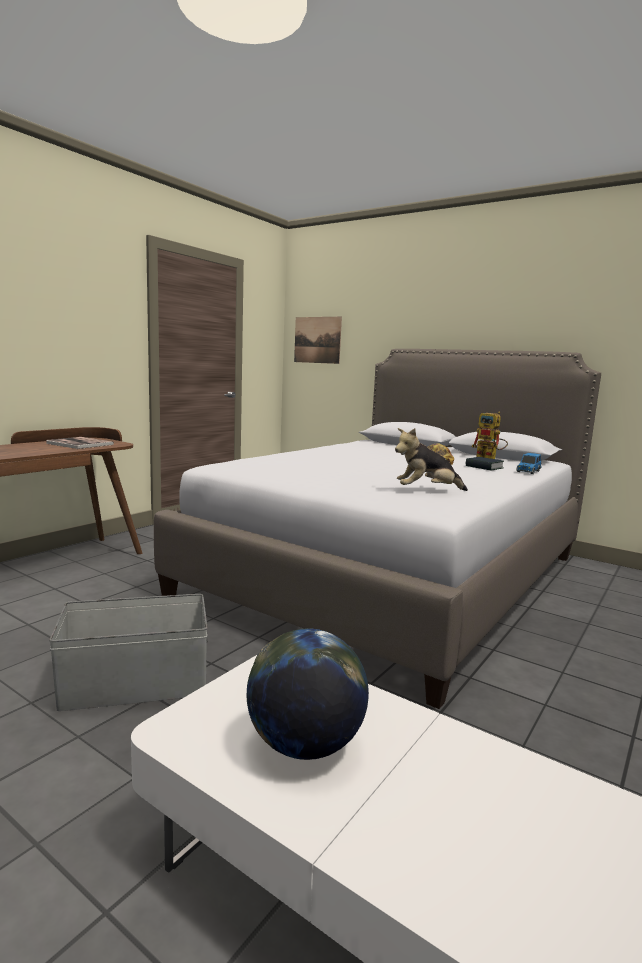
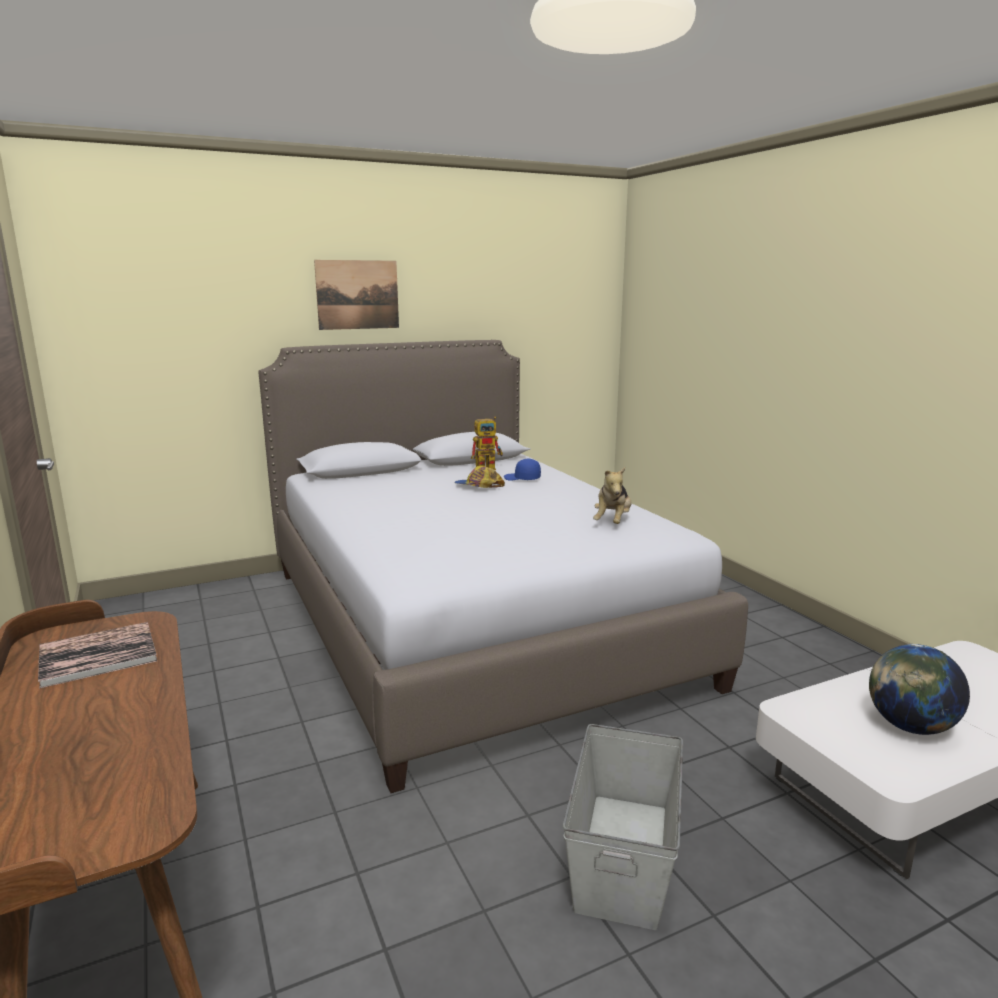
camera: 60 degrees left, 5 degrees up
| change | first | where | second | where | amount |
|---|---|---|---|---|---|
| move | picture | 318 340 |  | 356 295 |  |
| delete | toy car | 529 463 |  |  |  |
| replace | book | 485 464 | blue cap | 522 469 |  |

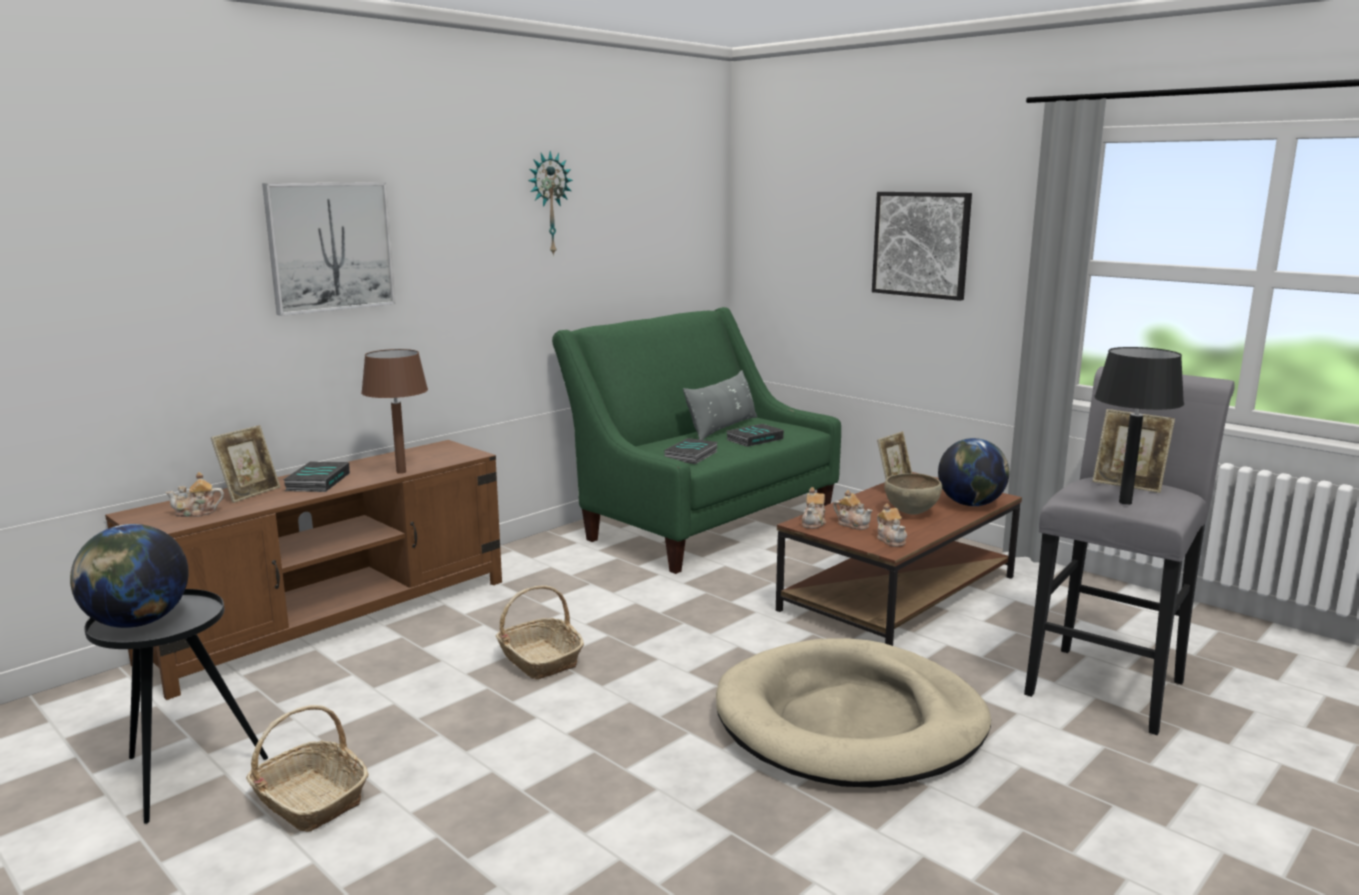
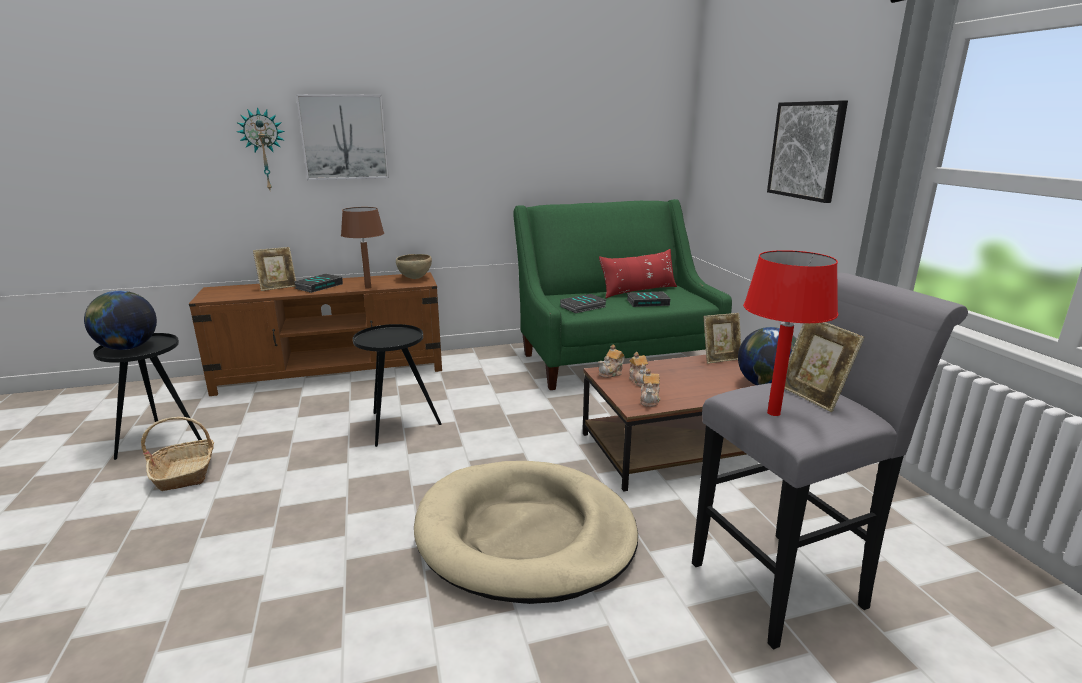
camera: 30 degrees right, 5 degrees up
| change | first | where | second | where | amount |
|---|---|---|---|---|---|
| move | wall clock | 550 203 |  | 260 148 |  |
| recolor | black table lamp | 1139 426 | red table lamp | 790 333 |  |
| recolor | grey pillow | 720 405 | red pillow | 638 273 |  |
| delete | teapot | 195 494 |  |  |  |
| move | brown bowl | 913 494 |  | 414 266 |  |
| replace | basket | 540 632 | black side table | 397 385 |  |

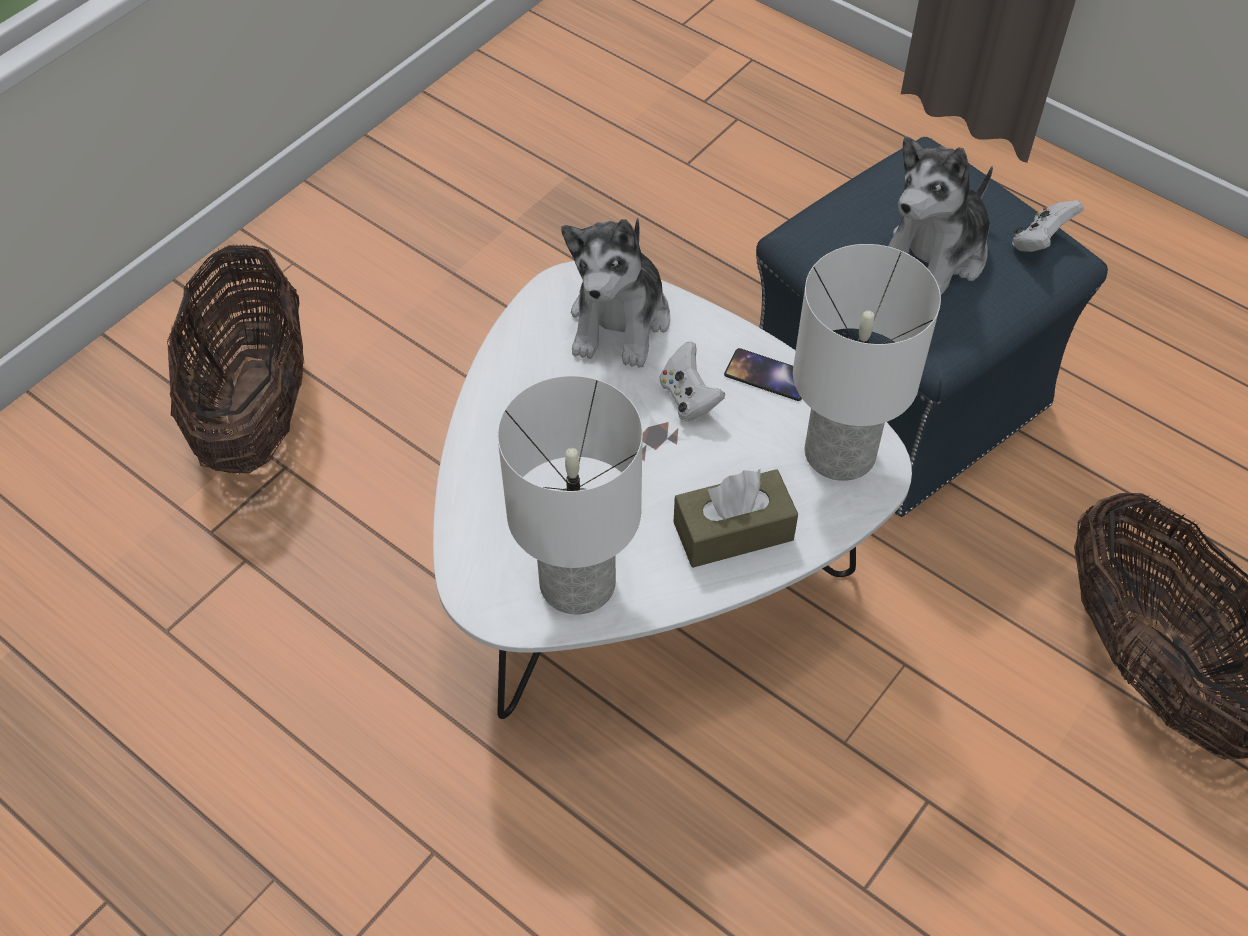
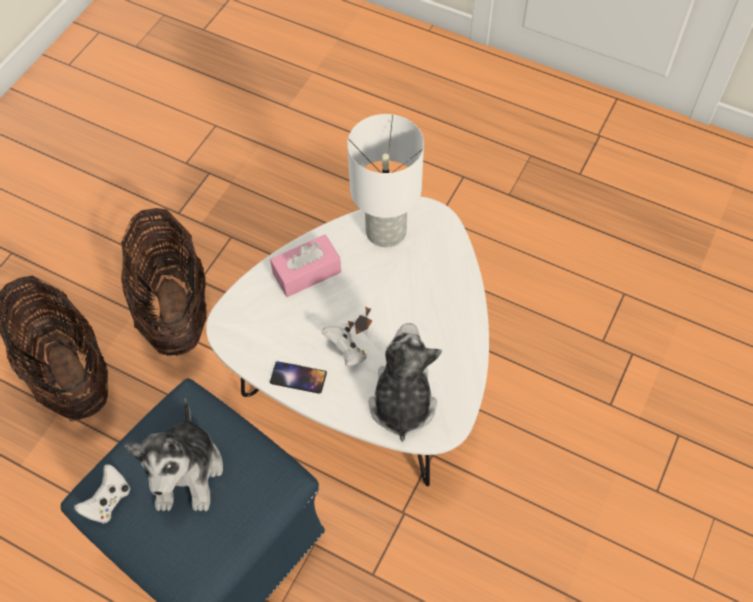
camera: 170 degrees right, 5 degrees up
| change | first | where | second | where | amount |
|---|---|---|---|---|---|
| rotate | plush toy | 940 216 |  | 173 455 | 150 degrees clockwise |
| move | basket | 236 359 |  | 164 282 |  |
| delete | white table lamp | 867 362 |  |  |  |
| recolor | brown tissue box | 736 518 | pink tissue box | 305 266 |  |

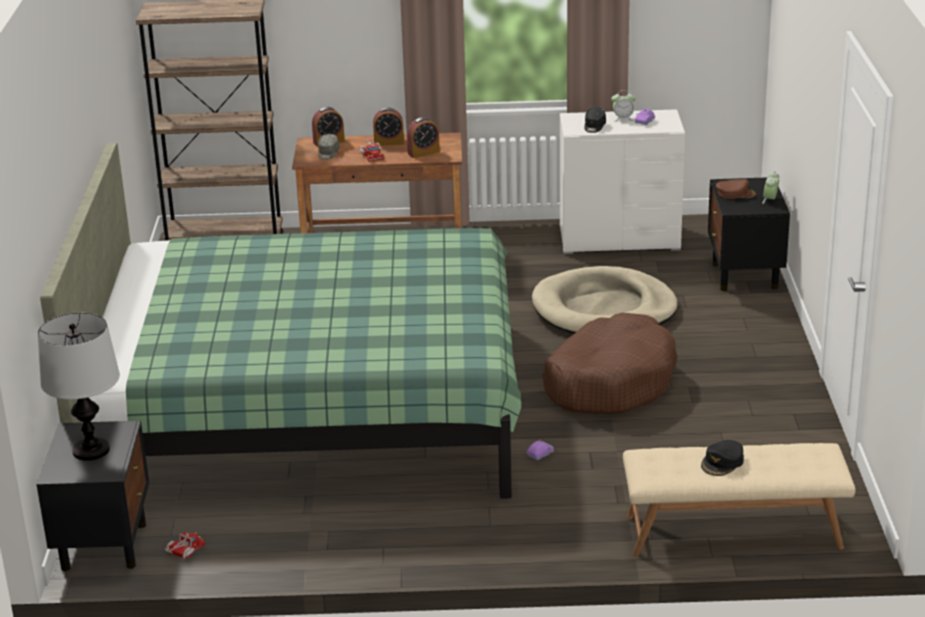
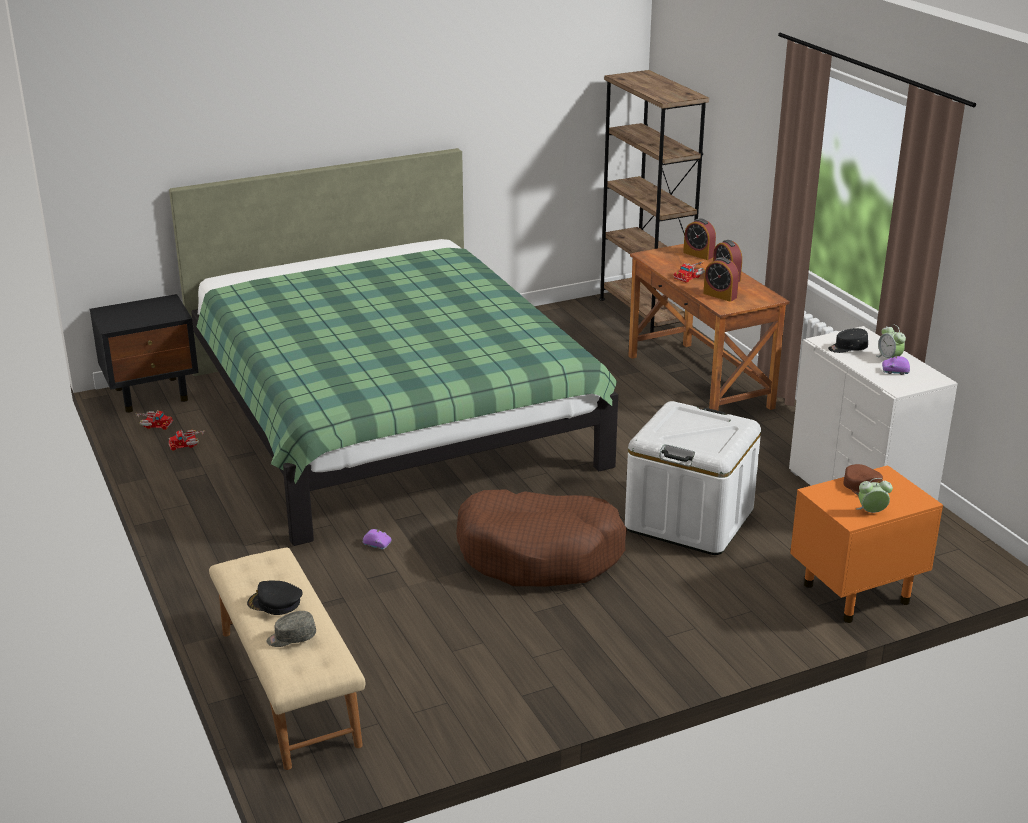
camera: 65 degrees right, 0 degrees up
| change | first | where | second | where | amount |
|---|---|---|---|---|---|
| move | grey cap | 328 147 |  | 291 629 |  |
| recolor | black nightstand | 749 234 | orange nightstand | 866 544 |  |
| replace | beige dog bed | 605 300 | white storage box | 693 478 |  |
| delete | table lamp | 79 387 |  |  |  |
| insert |  |  | toy truck | 187 440 |  |

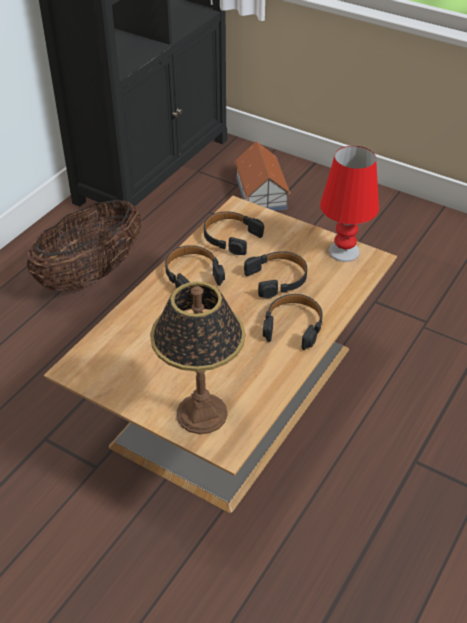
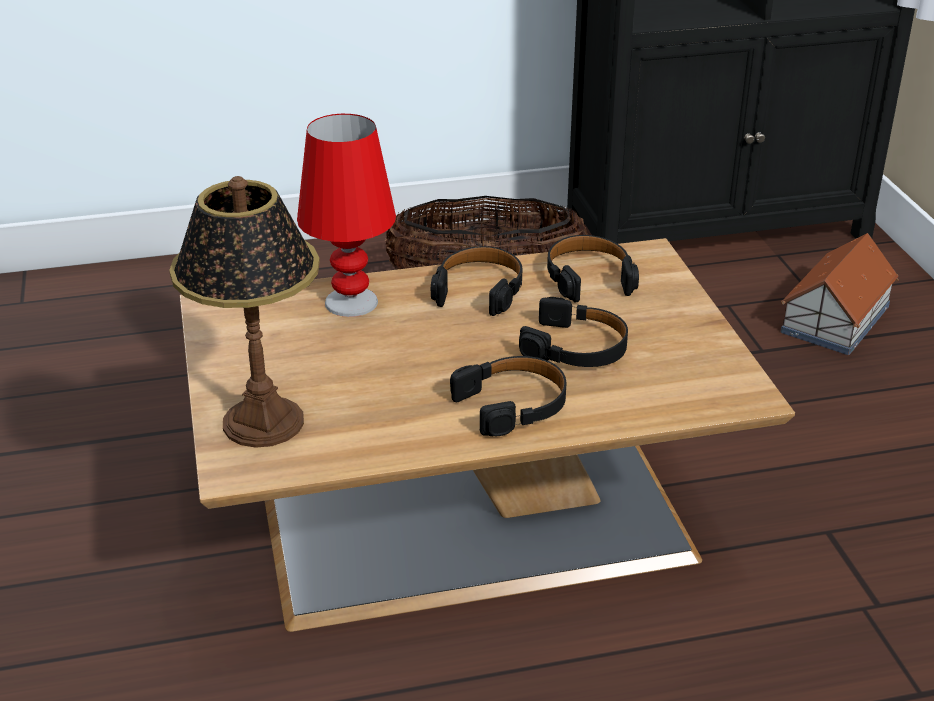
camera: 45 degrees right, 10 degrees down
| change | first | where | second | where | amount |
|---|---|---|---|---|---|
| move | red table lamp | 349 204 |  | 346 215 |  |

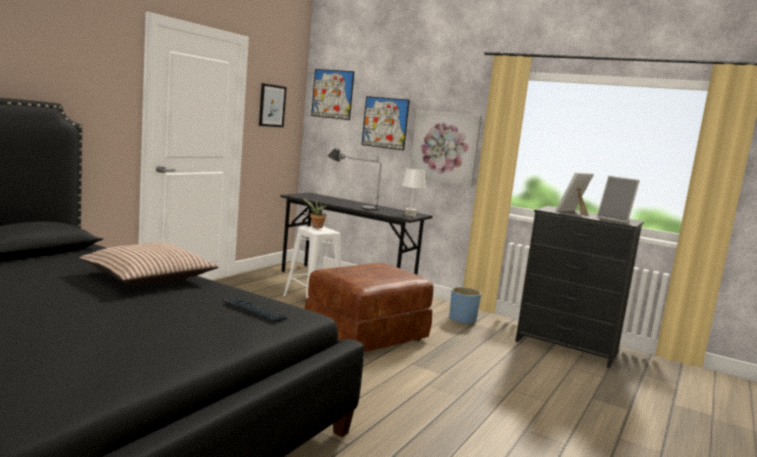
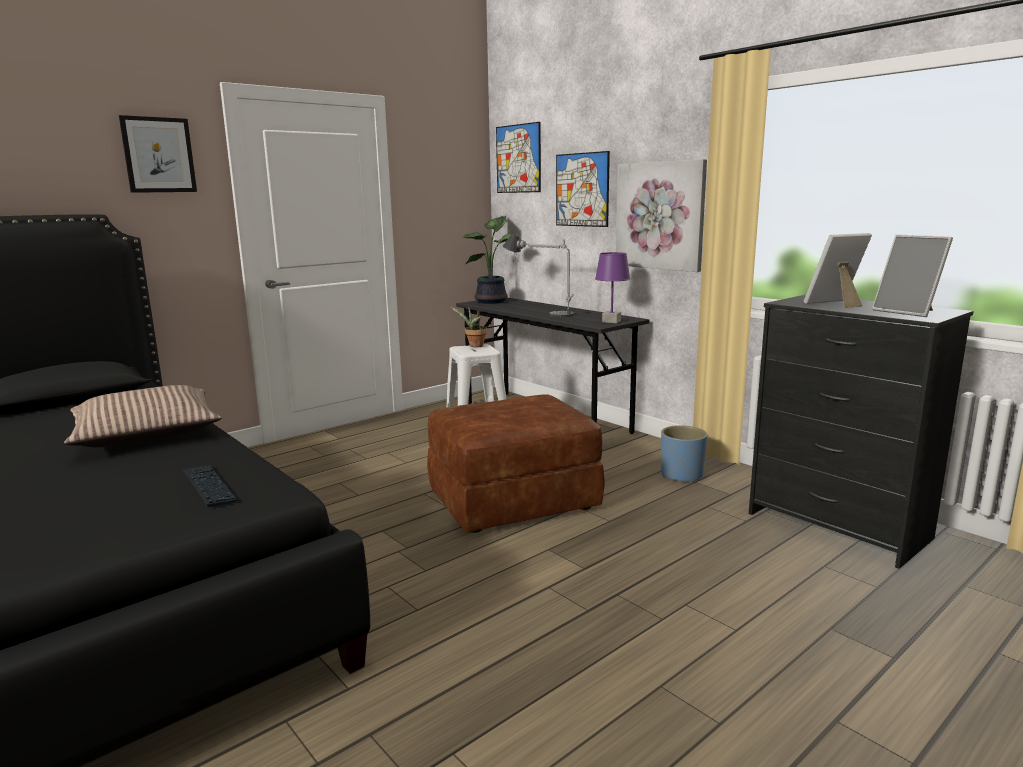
camera: 20 degrees right, 5 degrees up
| change | first | where | second | where | amount |
|---|---|---|---|---|---|
| move | picture | 273 105 |  | 158 154 |  |
| recolor | white table lamp | 414 192 | purple table lamp | 612 287 |  |
| insert |  |  | potted plant | 491 260 |  |

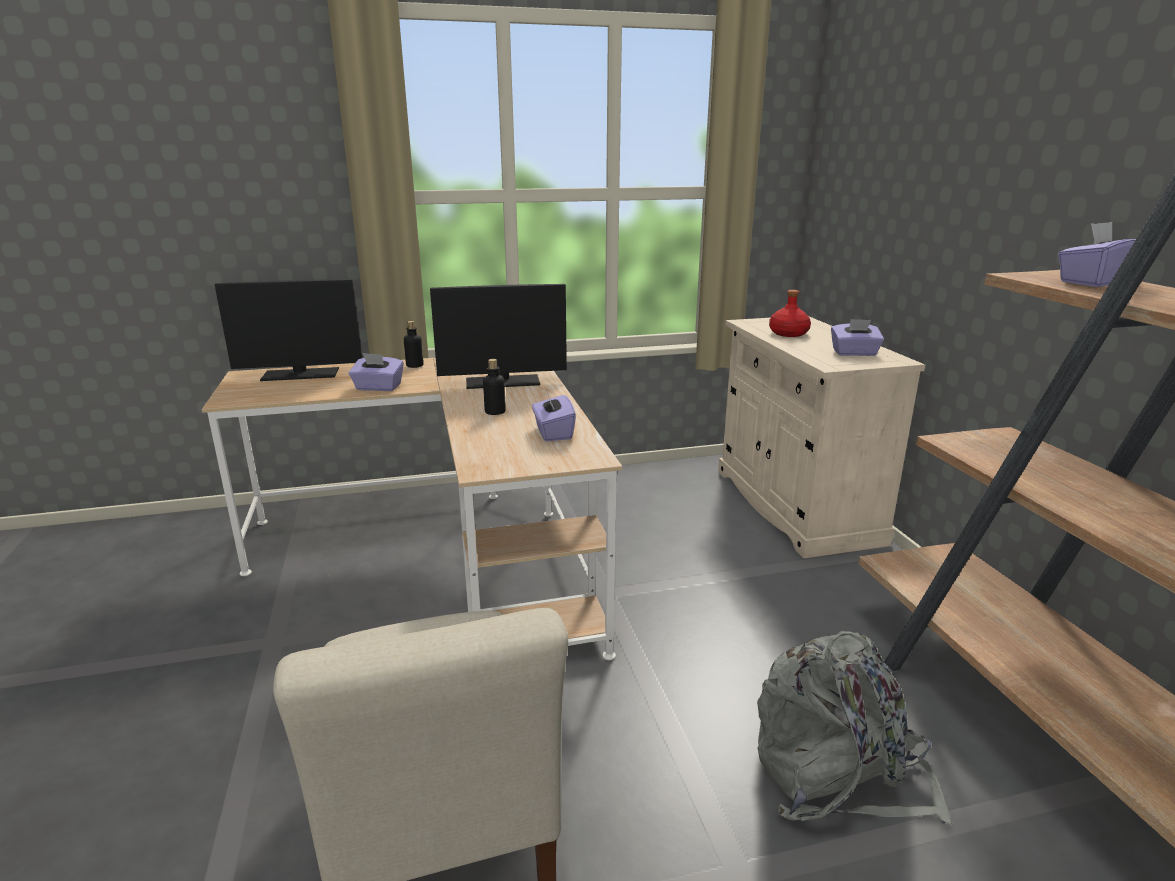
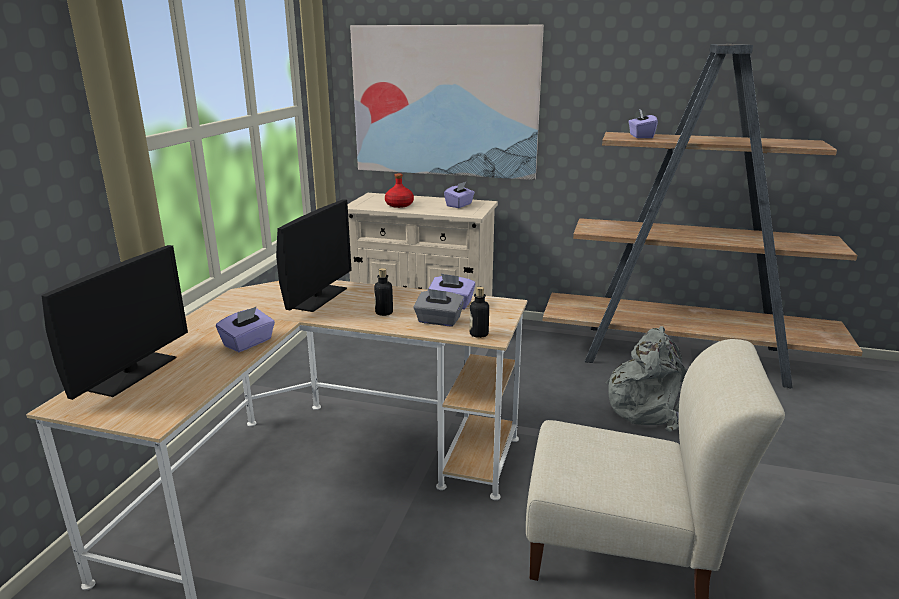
camera: 60 degrees left, 0 degrees up
| change | first | where | second | where | amount |
|---|---|---|---|---|---|
| move | bottle | 414 344 |  | 479 312 |  |
| insert |  |  | picture | 447 102 |  |
| insert |  |  | grey tissue box | 438 308 |  |

